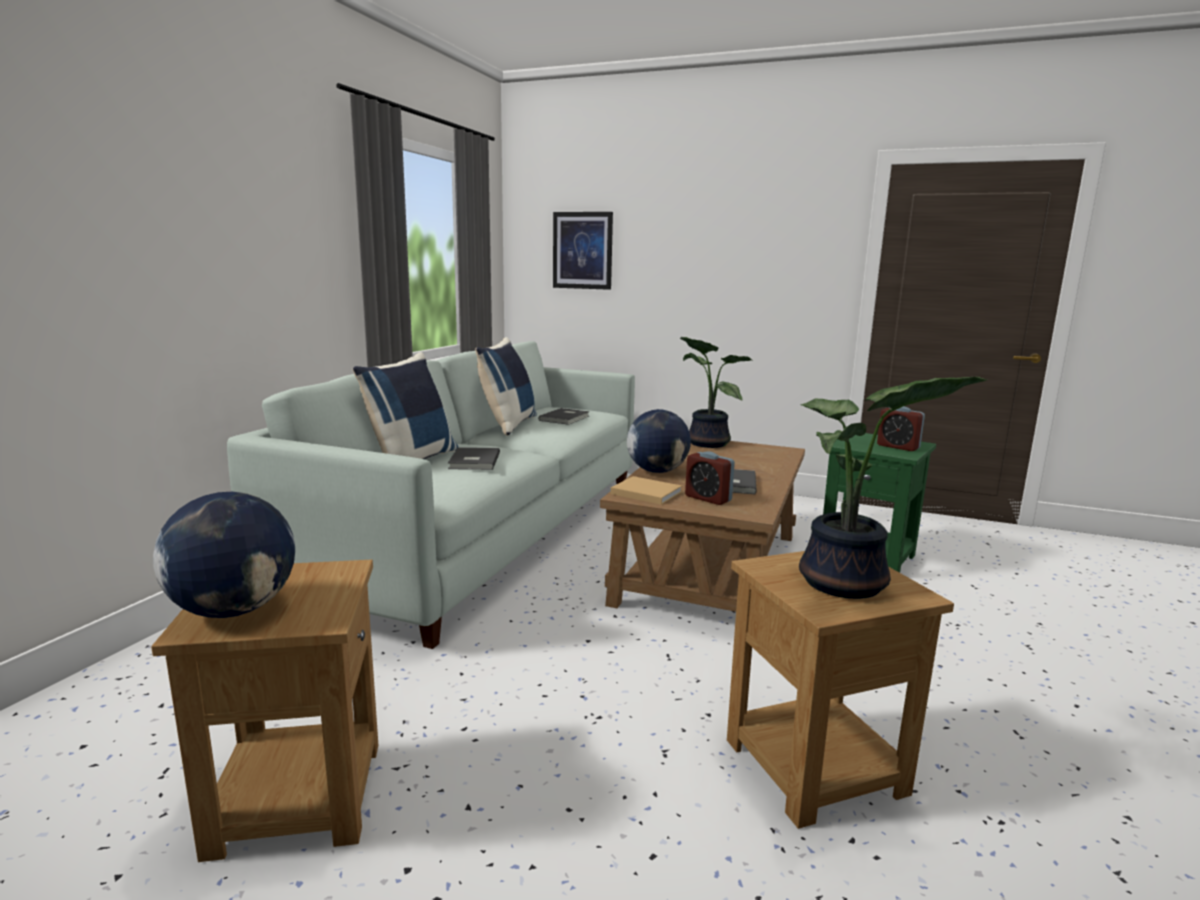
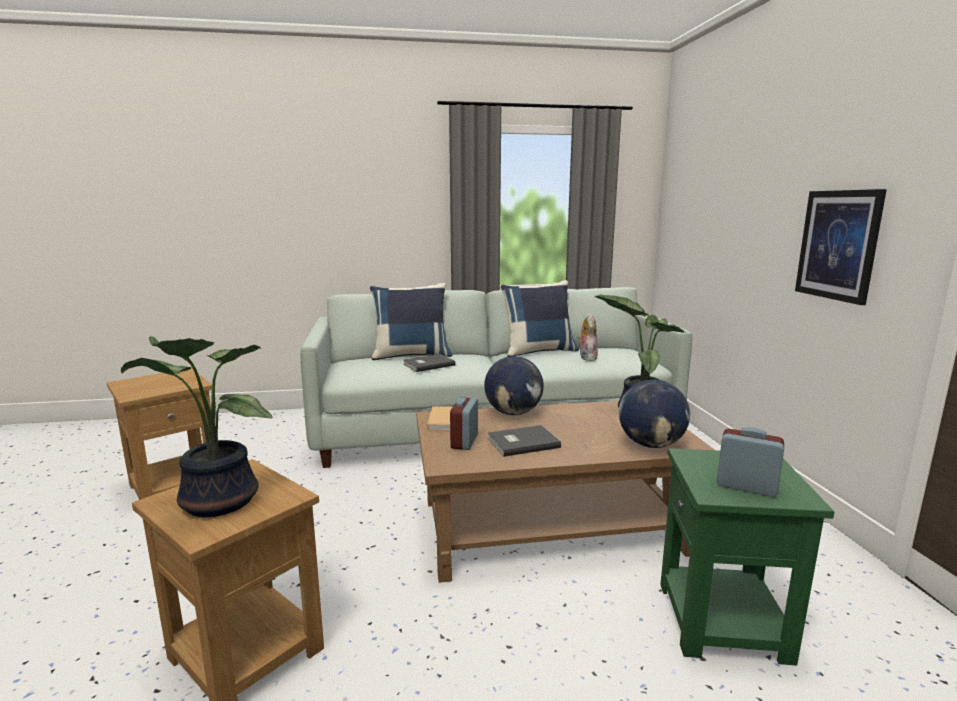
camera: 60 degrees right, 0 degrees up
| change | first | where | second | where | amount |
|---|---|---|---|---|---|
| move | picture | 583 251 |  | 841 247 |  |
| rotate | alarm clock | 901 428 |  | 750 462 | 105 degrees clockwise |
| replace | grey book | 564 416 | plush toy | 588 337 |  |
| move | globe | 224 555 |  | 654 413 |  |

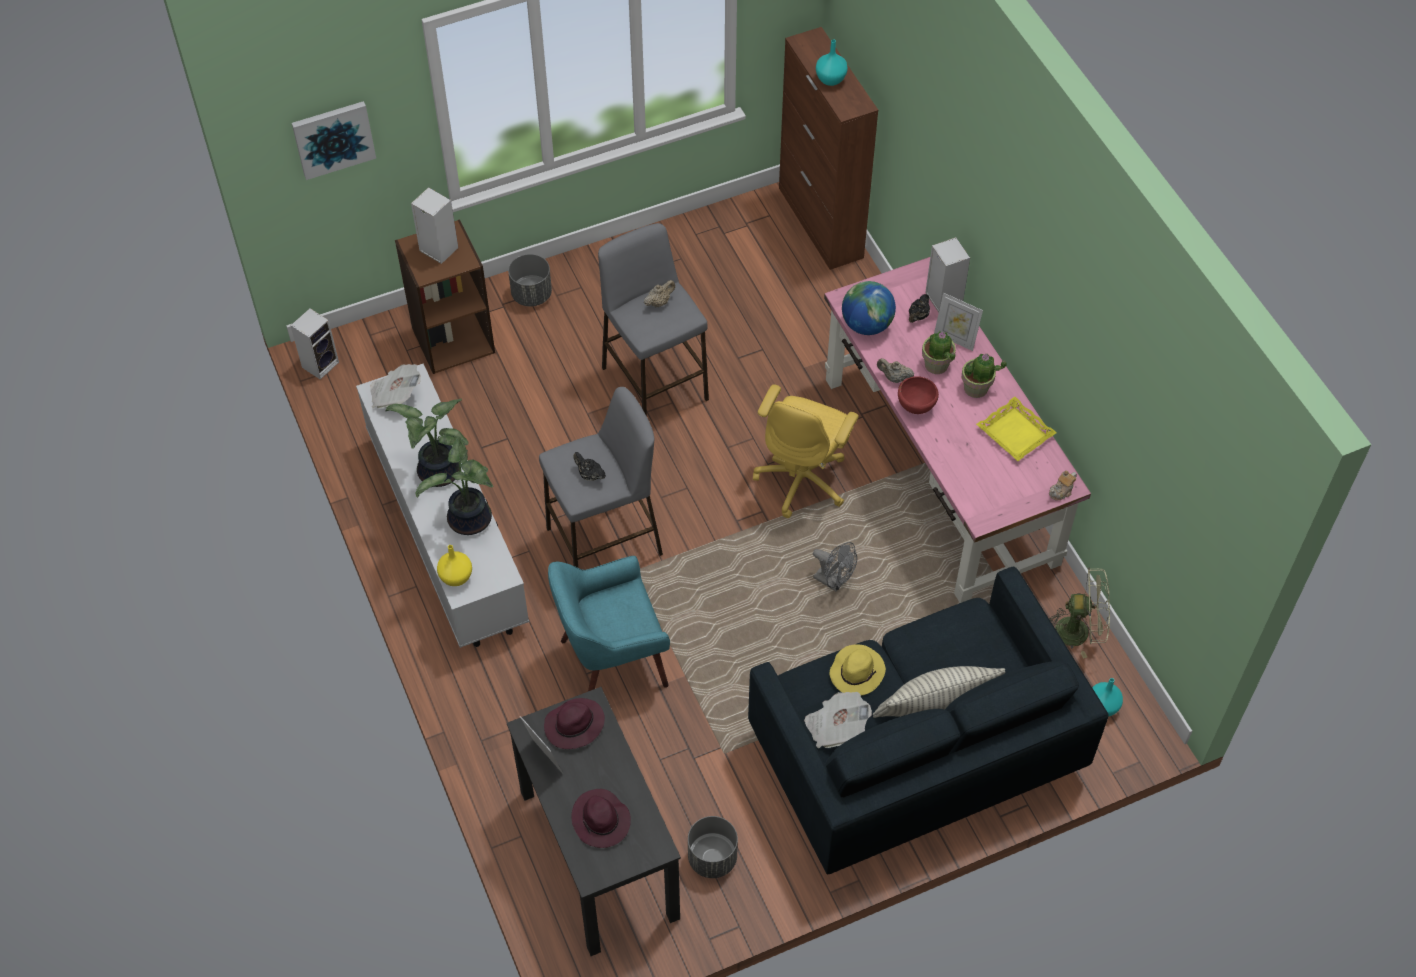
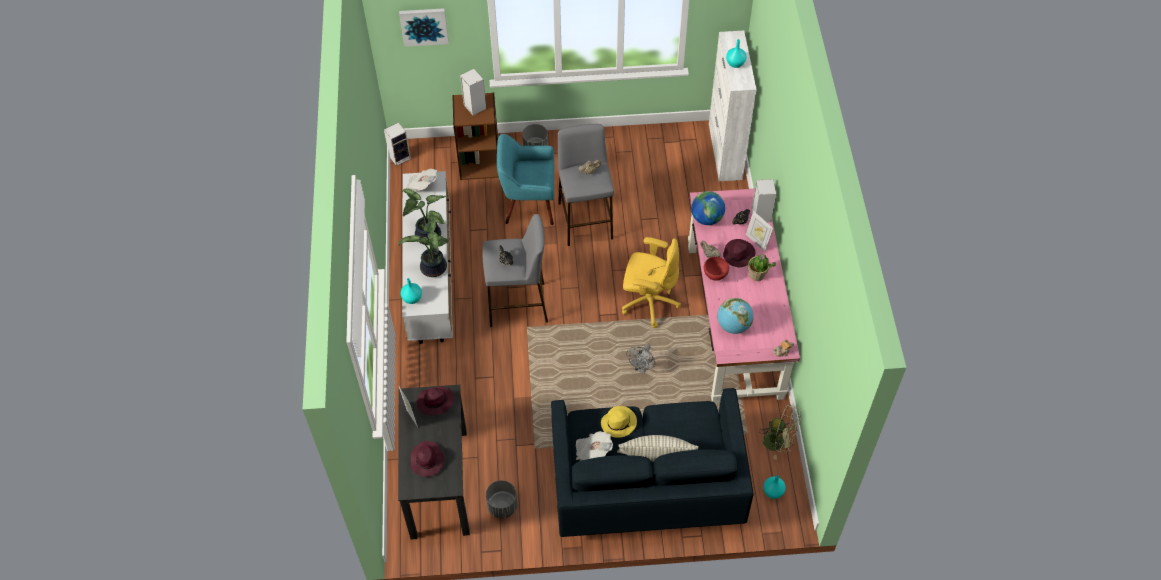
camera: 20 degrees right, 0 degrees up
| change | first | where | second | where | amount |
|---|---|---|---|---|---|
| recolor | brown cabinet | 828 148 | white cabinet | 733 106 |  |
| replace | potted plant | 939 352 | purple hat | 739 253 |  |
| rotate | yellow office chair | 806 451 |  | 651 282 | 120 degrees counterclockwise |
| delete | yellow tray | 1016 429 |  |  |  |
| rotate | grey fan | 835 567 |  | 640 359 | 60 degrees clockwise |
| recolor | yellow vase | 454 565 | turquoise vase | 411 291 |  |
| move | turquoise armchair | 609 623 |  | 525 179 |  |
| insert |  |  | globe | 735 316 |  |

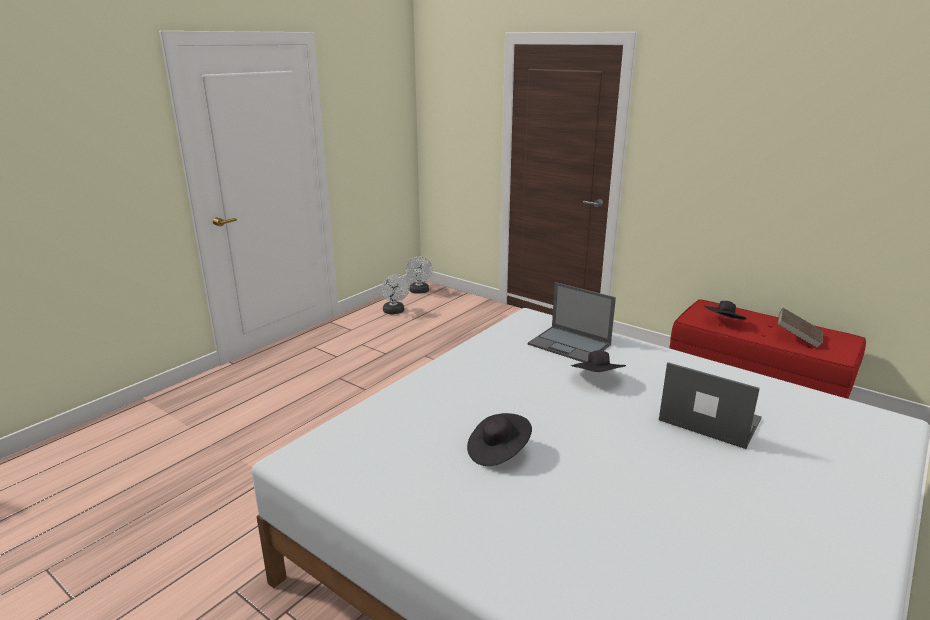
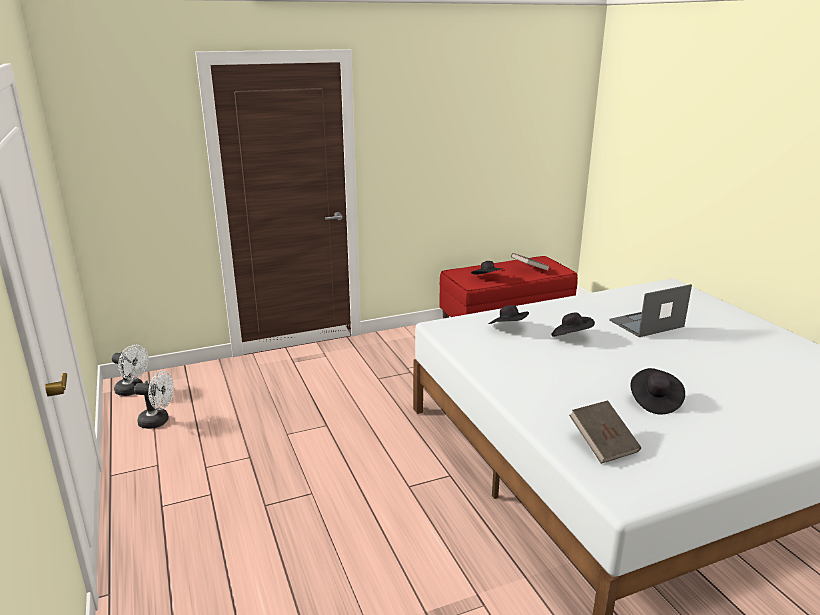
camera: 60 degrees left, 0 degrees up
| change | first | where | second | where | amount |
|---|---|---|---|---|---|
| replace | laptop | 572 322 | black hat | 508 314 |  |
| insert |  |  | brown book | 605 432 |  |

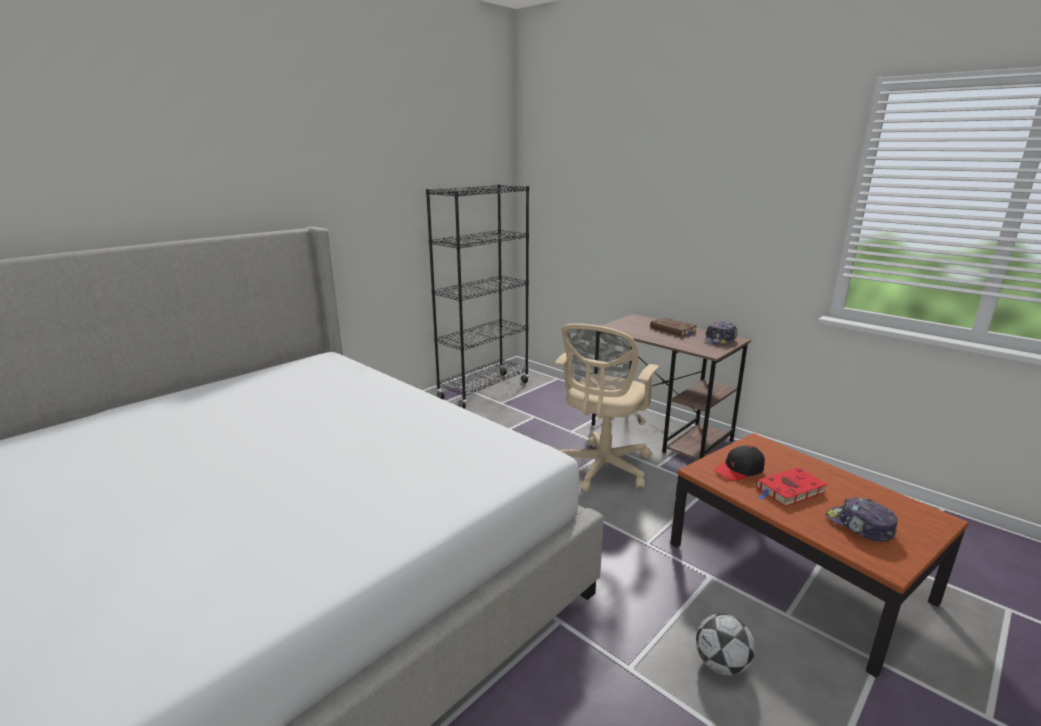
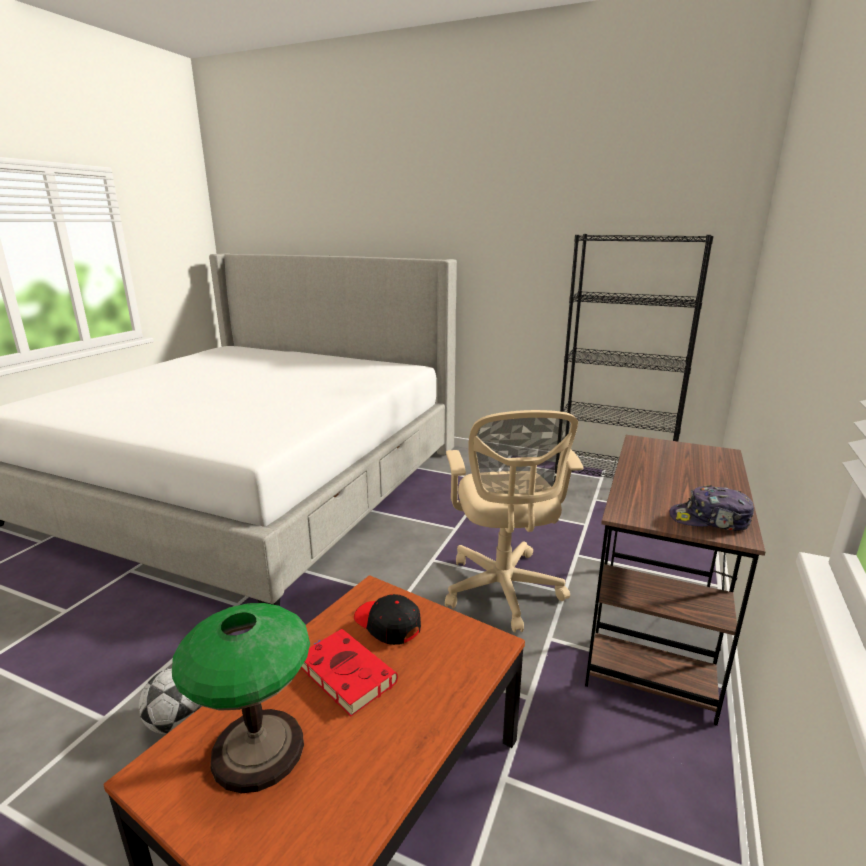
camera: 70 degrees right, 0 degrees up
| change | first | where | second | where | amount |
|---|---|---|---|---|---|
| delete | brown book | 673 327 |  |  |  |
| rotate | beige office chair | 607 408 |  | 514 521 | 105 degrees counterclockwise |
| replace | cap | 862 519 | table lamp | 241 698 |  |

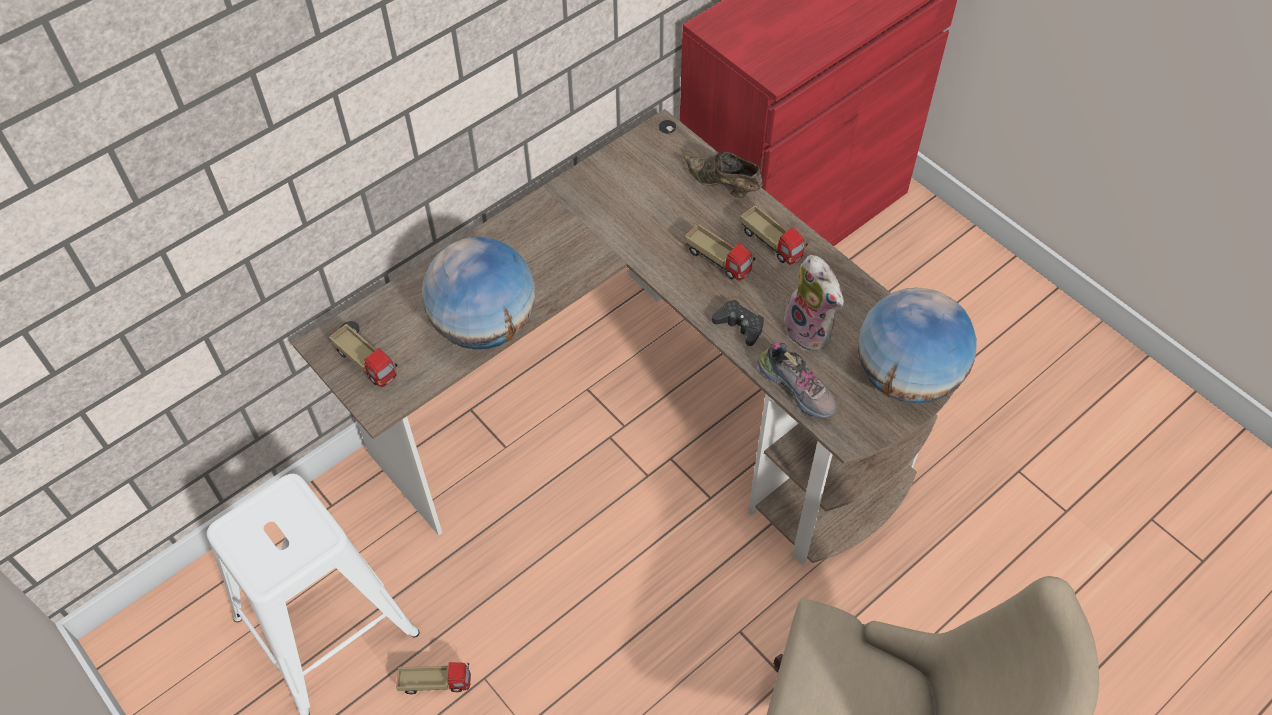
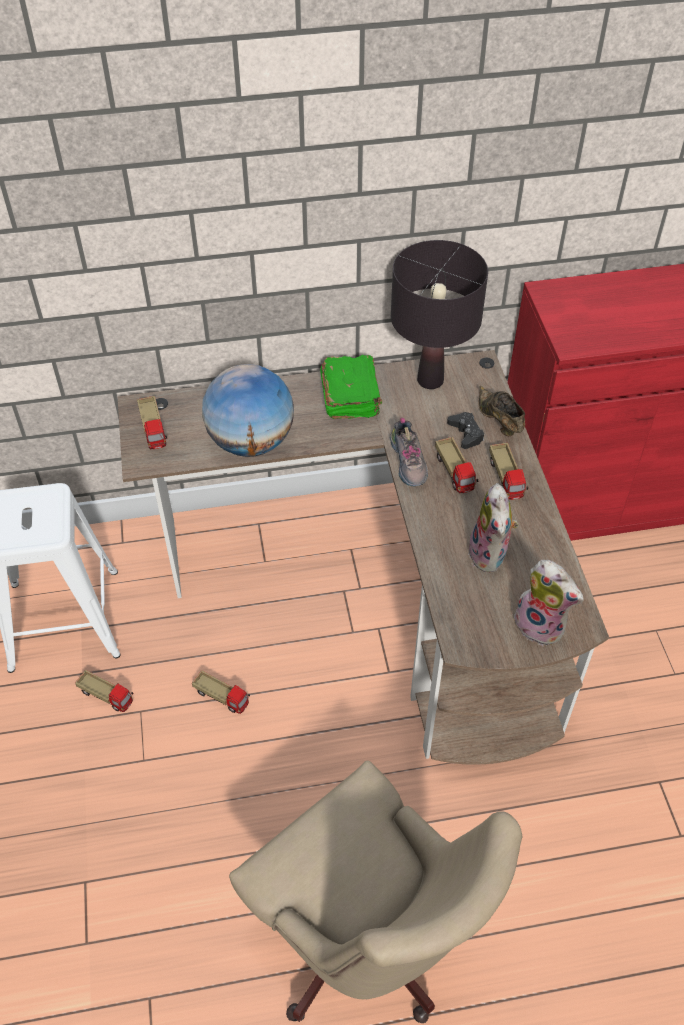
camera: 30 degrees right, 5 degrees down
| change | first | where | second | where | amount |
|---|---|---|---|---|---|
| replace | globe | 917 346 | plush toy | 549 603 |  |
| move | black game controller | 738 323 |  | 465 430 |  |
| move | shoe | 797 380 |  | 409 452 |  |
| insert |  |  | black table lamp | 439 314 |  |
| insert |  |  | green book | 351 387 |  |
| insert |  |  | toy truck | 221 692 |  |

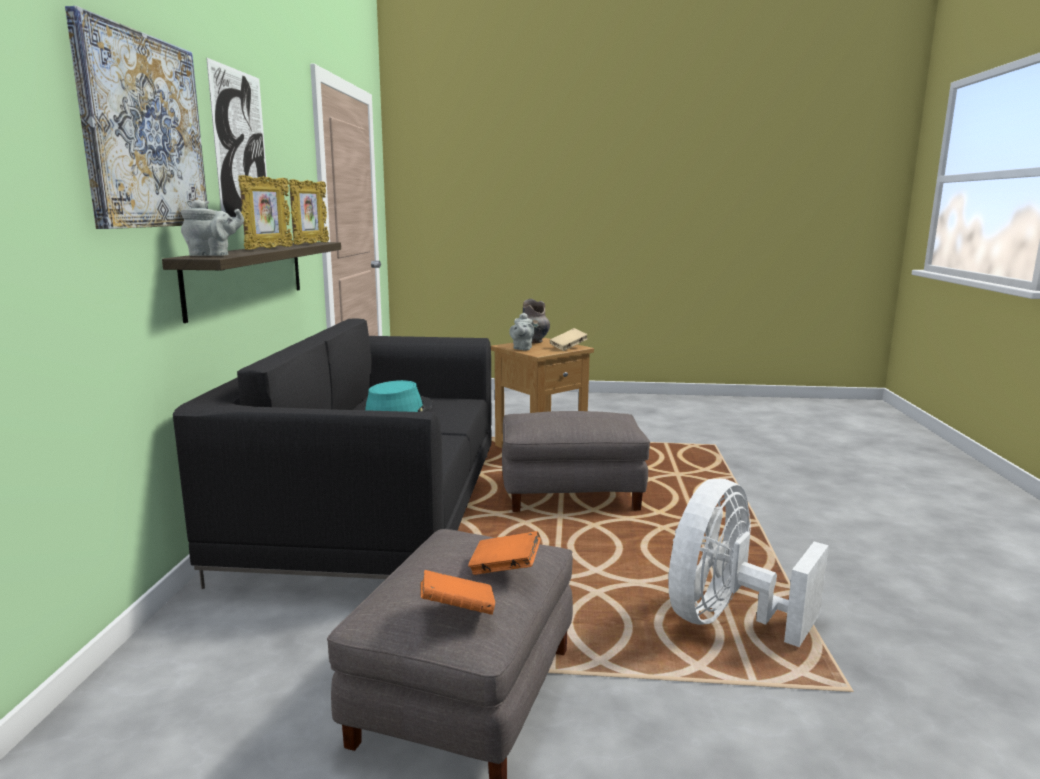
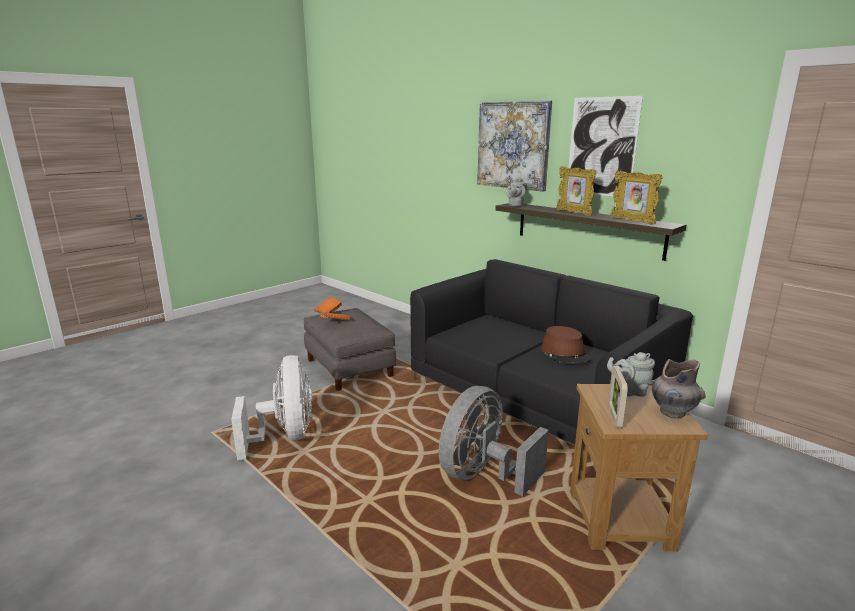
camera: 130 degrees right, 5 degrees up
| change | first | where | second | where | amount |
|---|---|---|---|---|---|
| rotate | grey teapot | 521 331 |  | 631 374 | 45 degrees counterclockwise |
| replace | beige book | 569 339 | picture frame | 618 396 |  |
| recolor | turquoise hat | 399 396 | brown hat | 566 345 |  |
| replace | grey ottoman | 576 461 | grey fan | 494 441 |  |

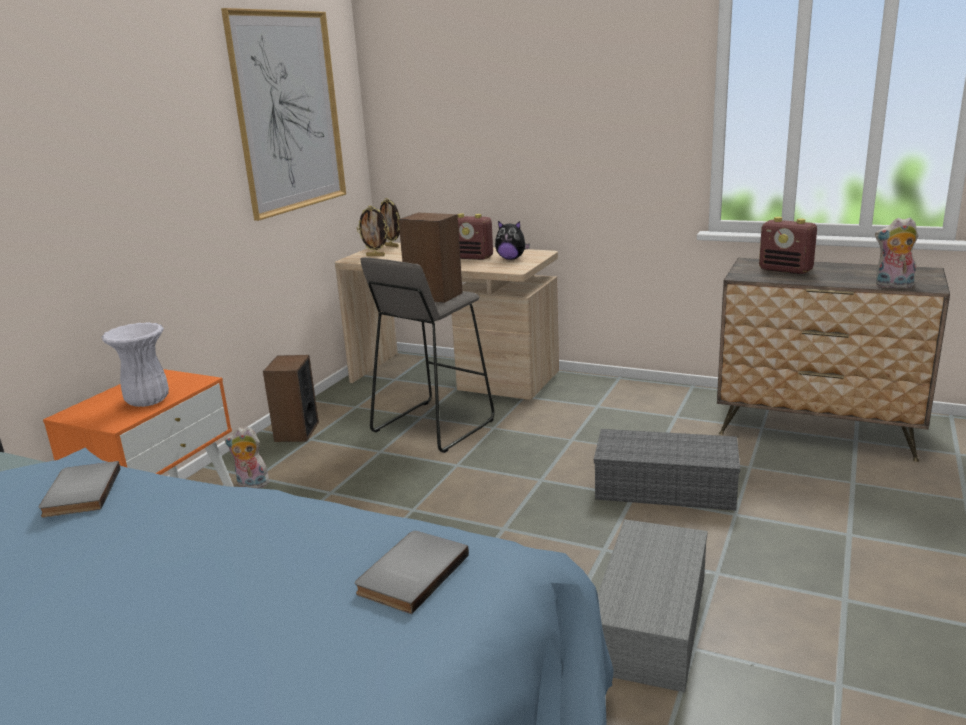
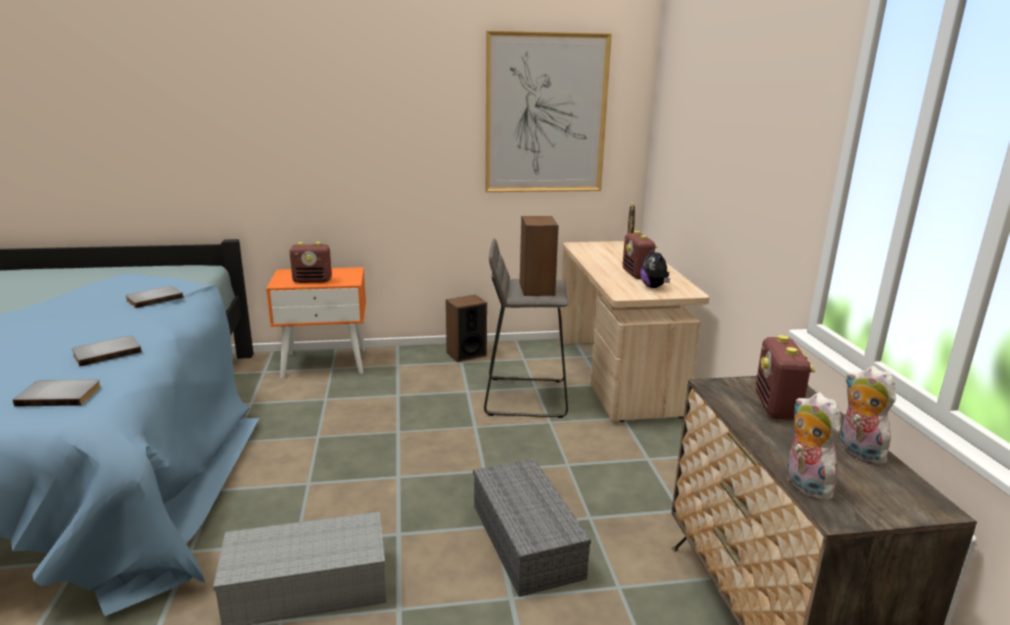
camera: 55 degrees right, 0 degrees up
| change | first | where | second | where | amount |
|---|---|---|---|---|---|
| delete | picture frame | 373 231 |  |  |  |
| replace | white vase | 135 364 | radio | 310 262 |  |
| move | plush toy | 247 457 |  | 867 415 |  |
| insert |  |  | grey book | 107 351 |  |

